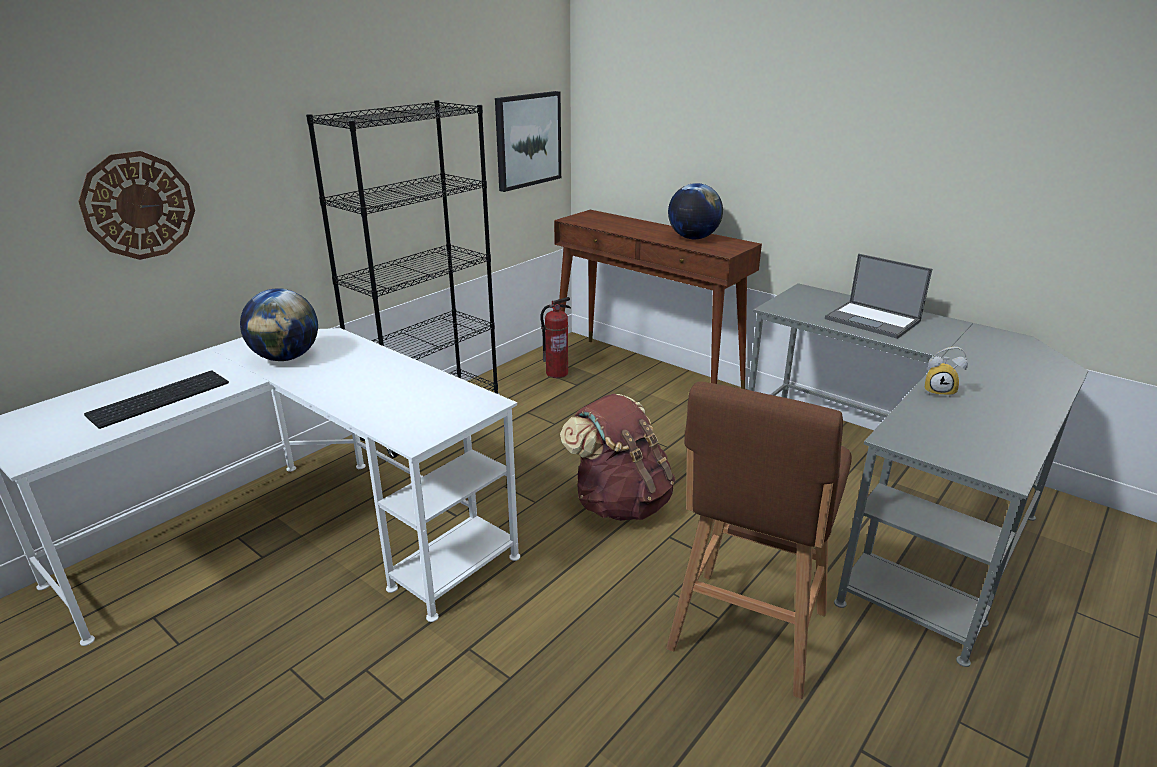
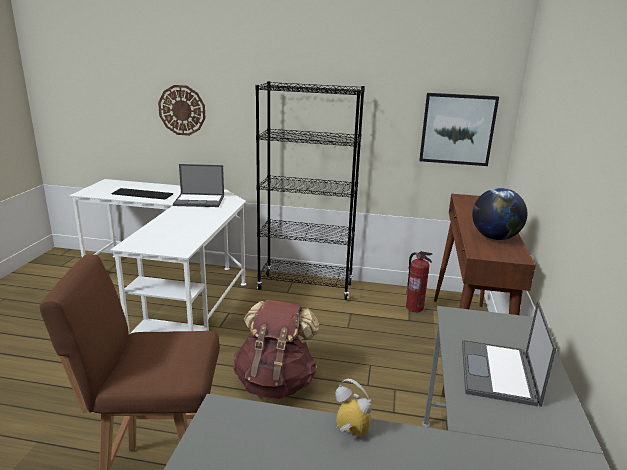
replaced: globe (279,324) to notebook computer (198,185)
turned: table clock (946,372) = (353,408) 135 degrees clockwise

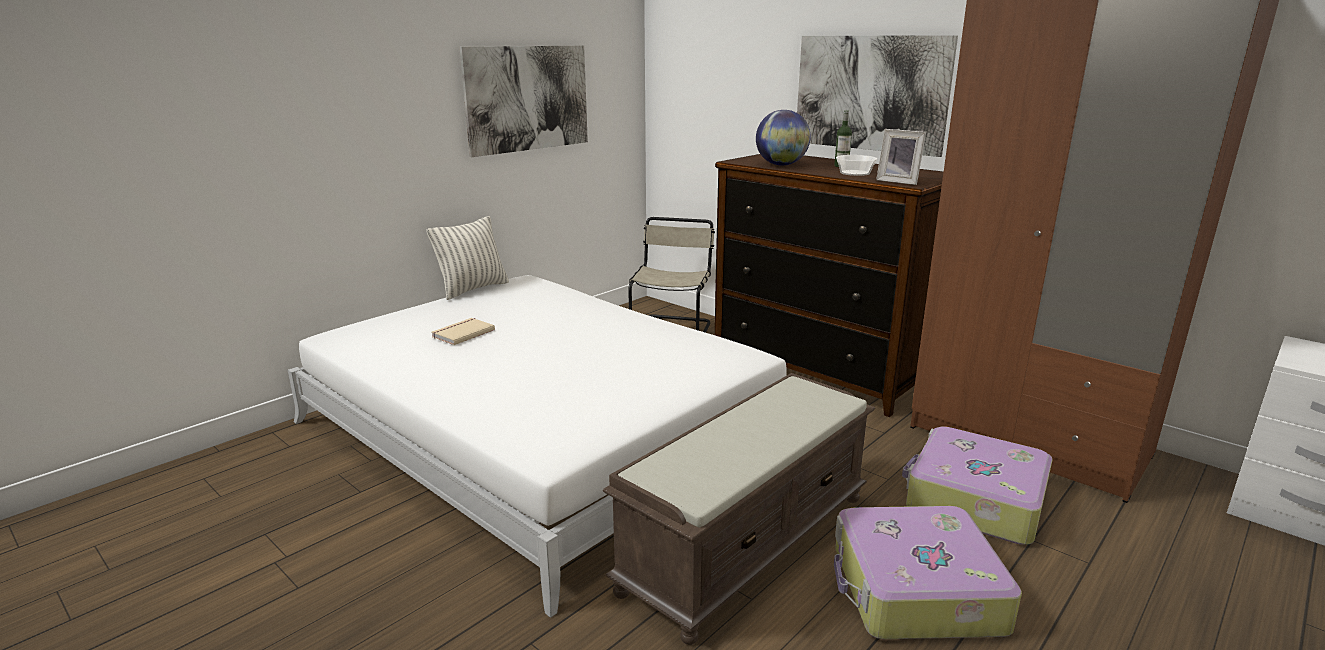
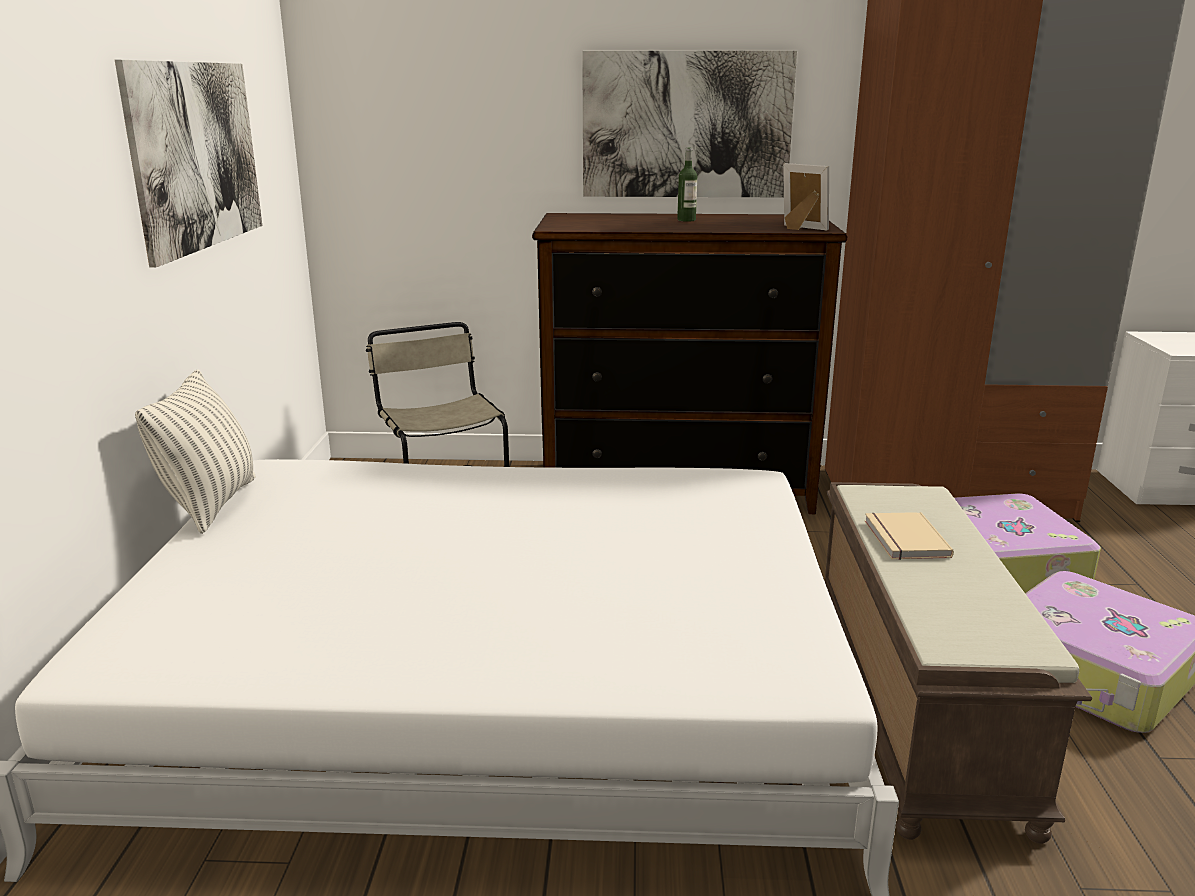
removed: globe (783,138); deep dish (856,165)
moved: beige-coloured book (463,331) to (909,536)
turned: standing frame (901,157) = (806,196) 135 degrees counterclockwise

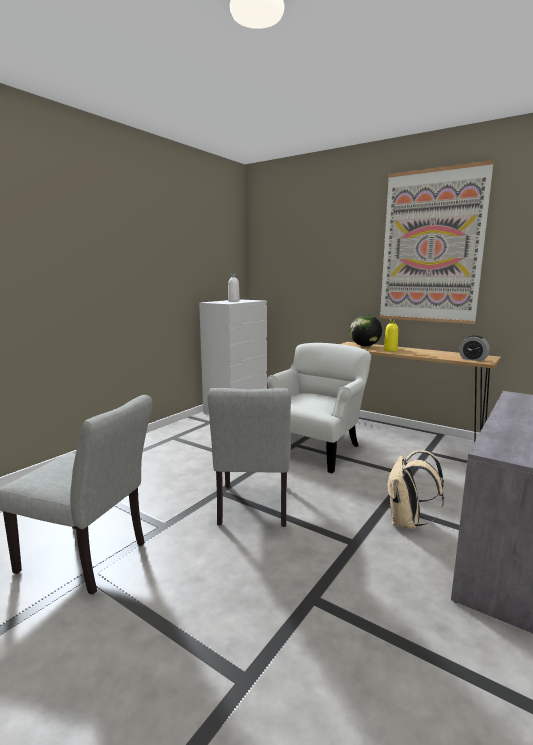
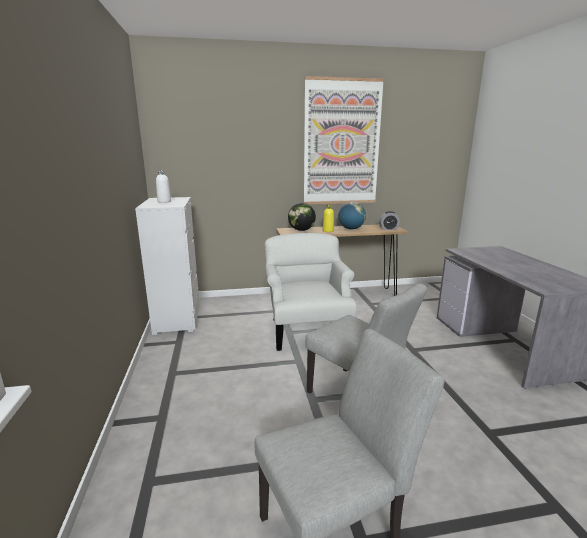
removed: beige-coloured rucksack (415,489)
added: globe (352,216)

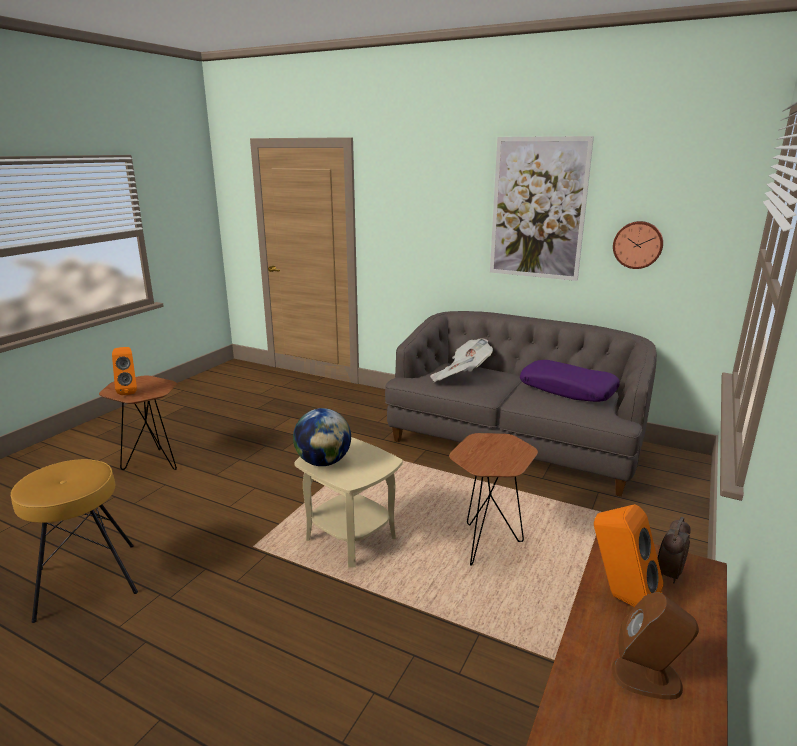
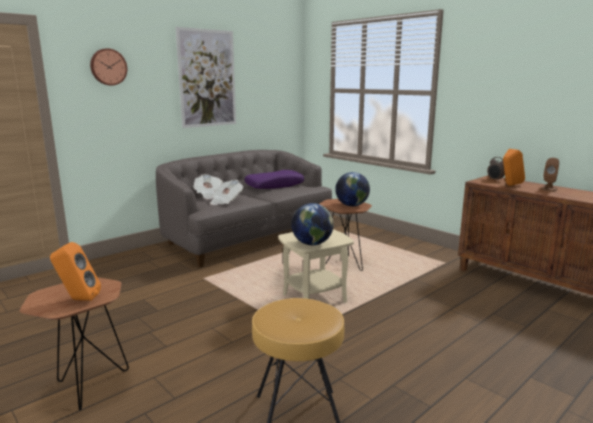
added: globe (352,189)
moved: hanging clock (638,245) to (108,67)

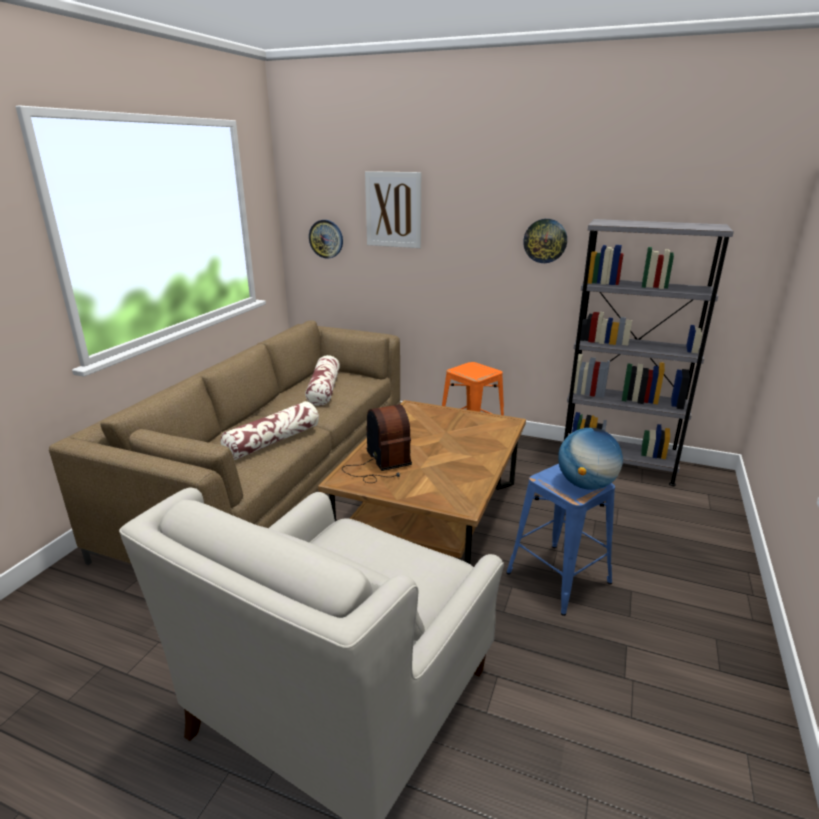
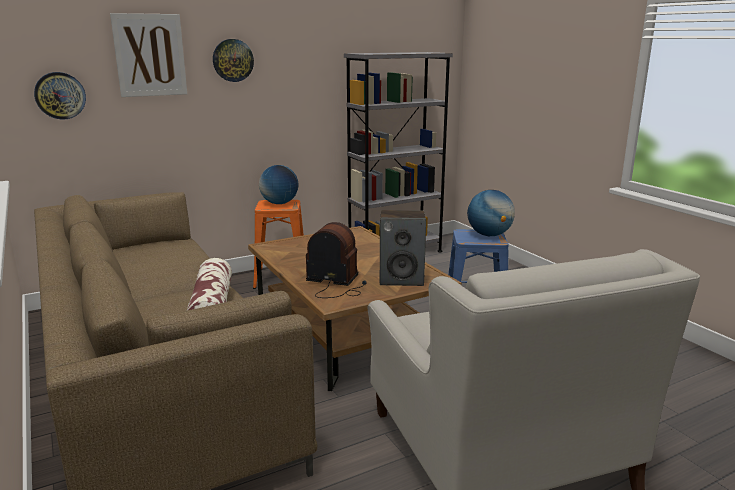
removed: pillow (322,380)
added: globe (278,184); loudspeaker (403,248)
moved: hanging clock (545,241) to (233,60)

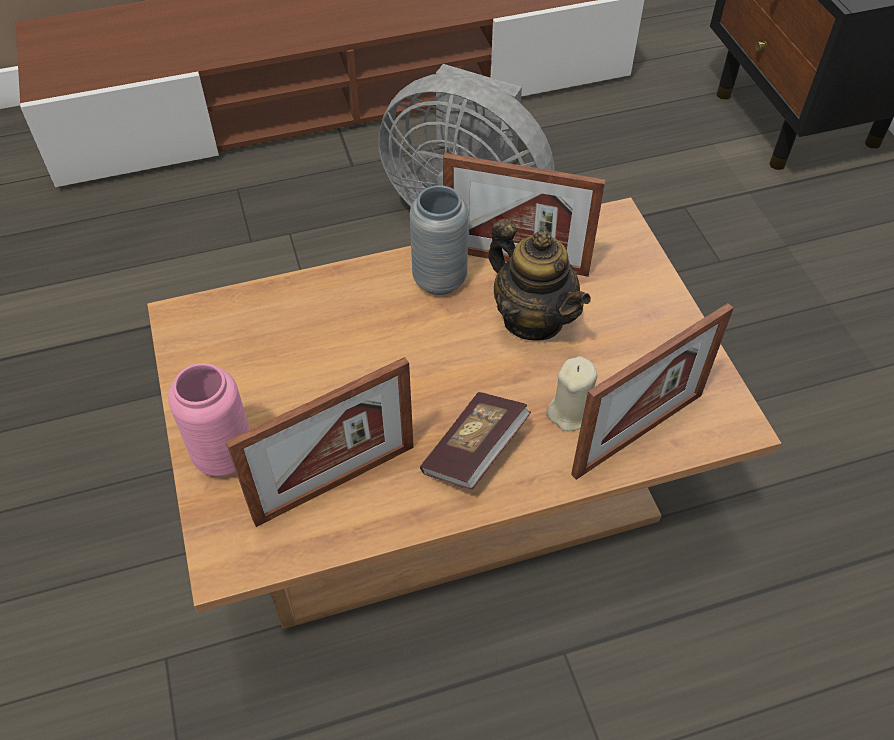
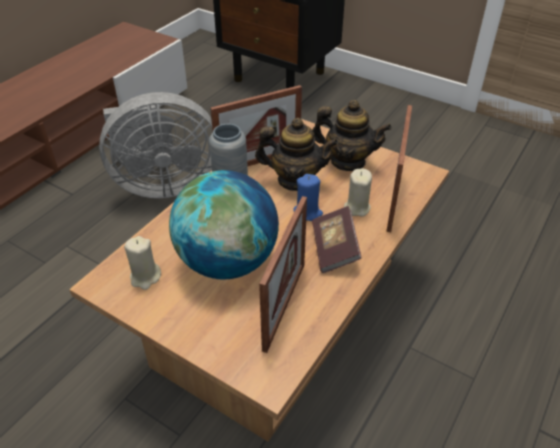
removed: pinkish flower vase (209,420)
added: pot for tea (352,135); globe (224,224); blue wax light (308,197); beige-coloured wax light (142,263)

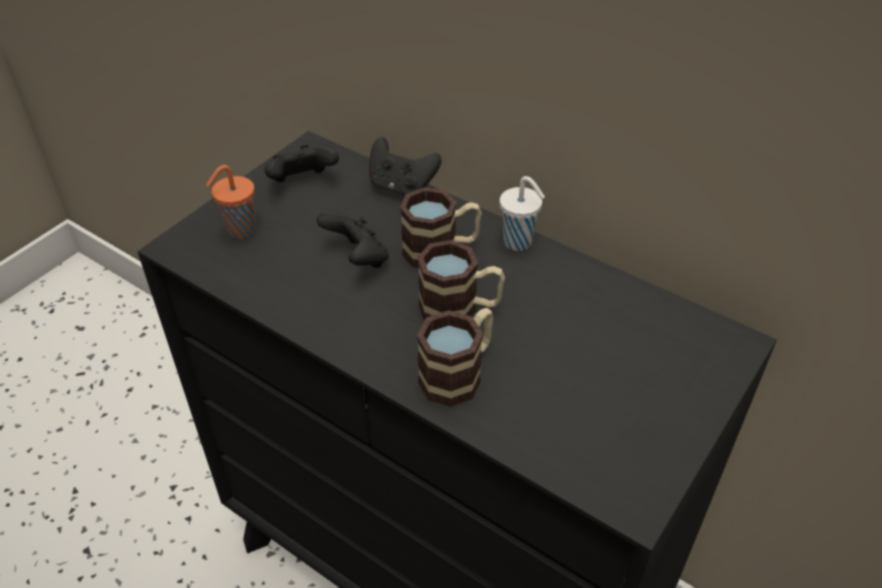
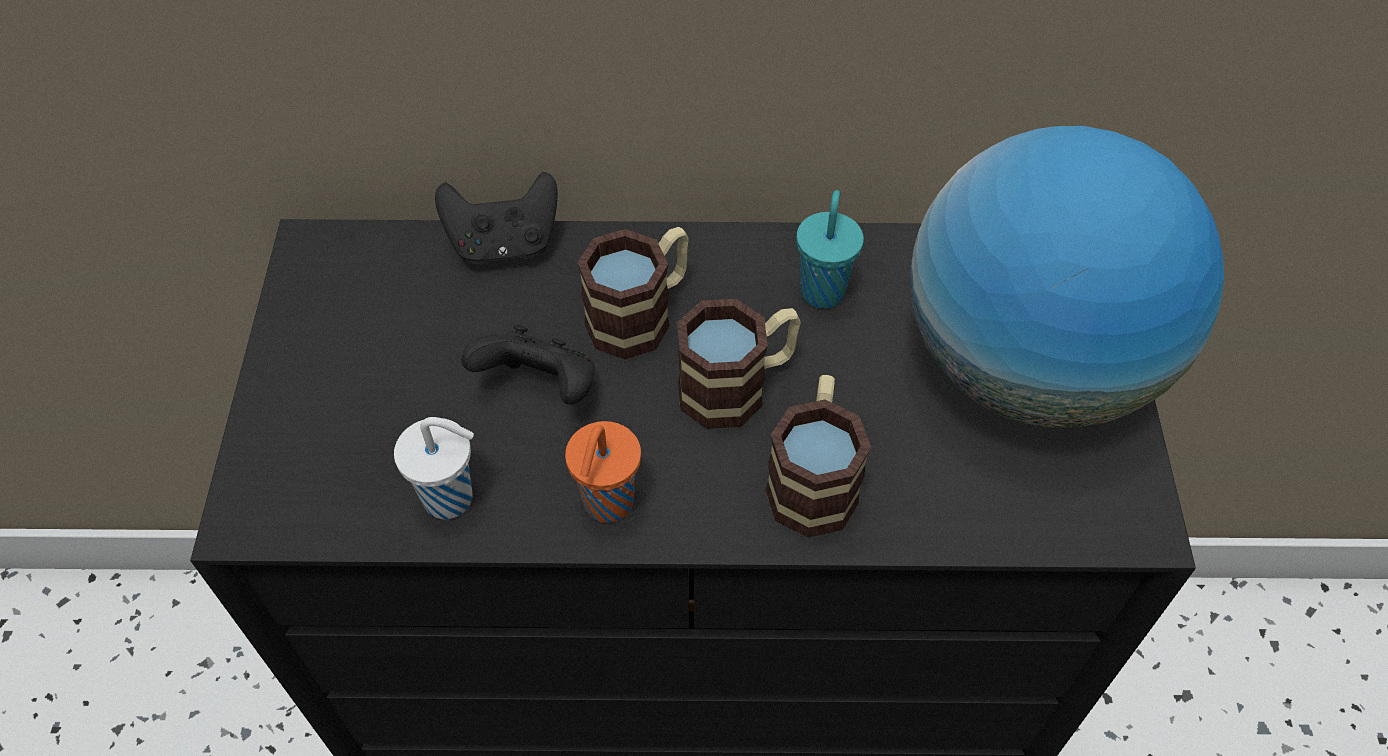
removed: black gamepad (301,163)
added: globe (1067,277); blue-green cup (830,249)
moved: orange-coloured cup (231,202) to (603,472); white cup (522,213) to (434,468)

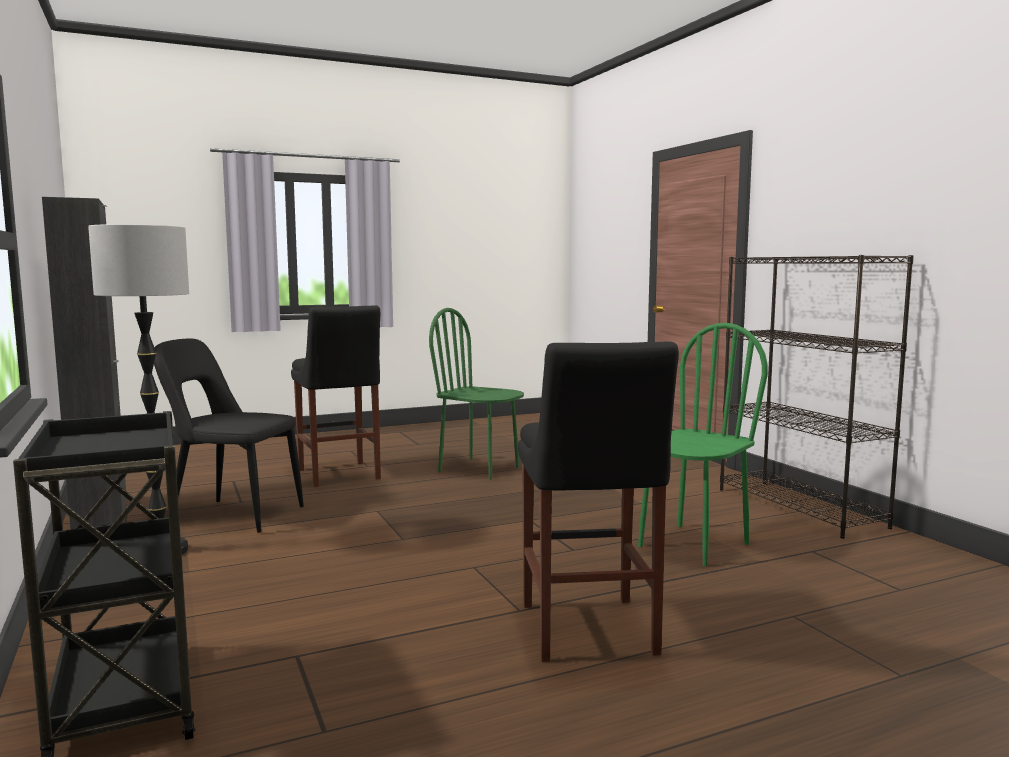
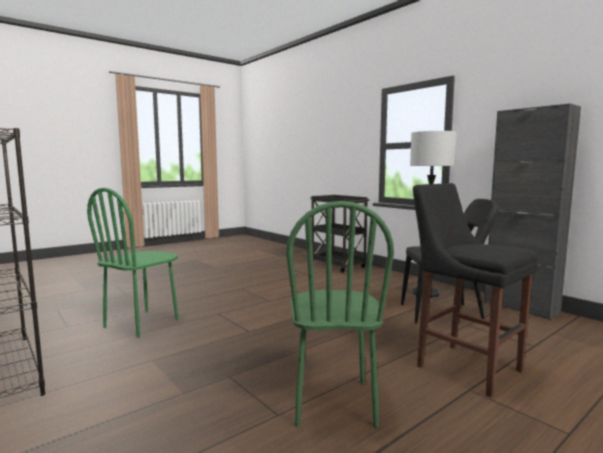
removed: black sitting stool (598,502)
turned: green-coloured plain chair (476,394) = (340,314) 75 degrees clockwise

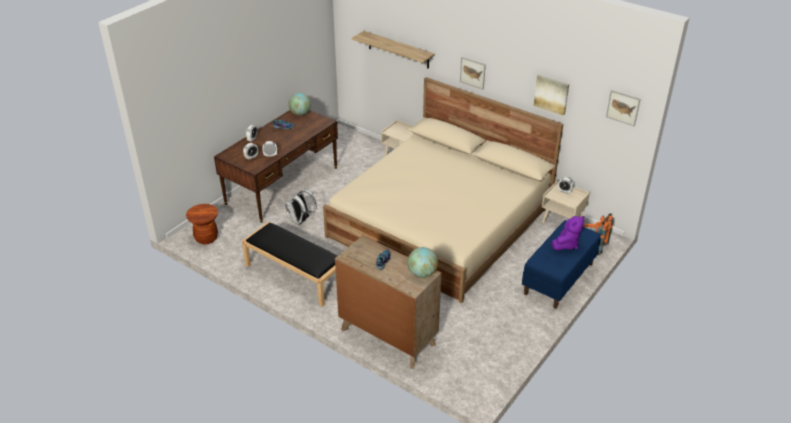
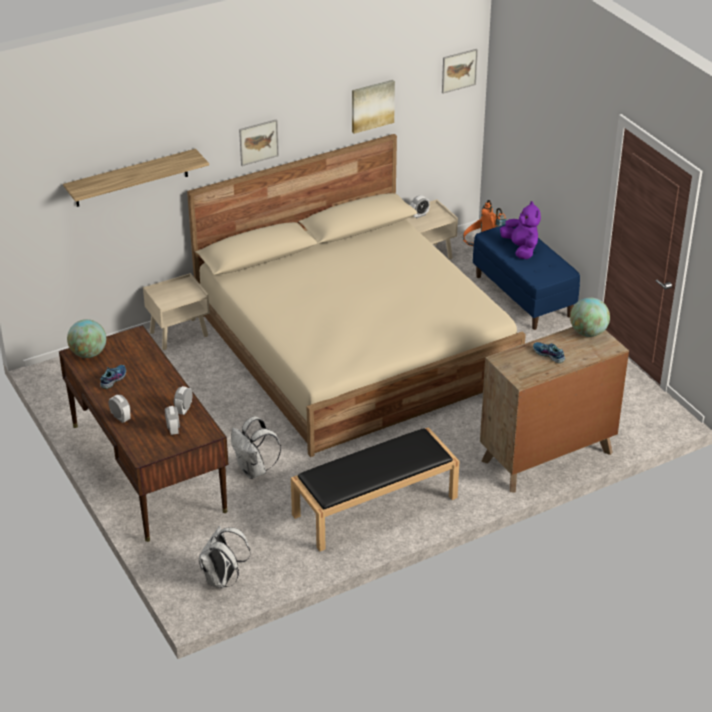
replaced: brown-coloured sitting stool (202,224) to white rucksack (225,557)

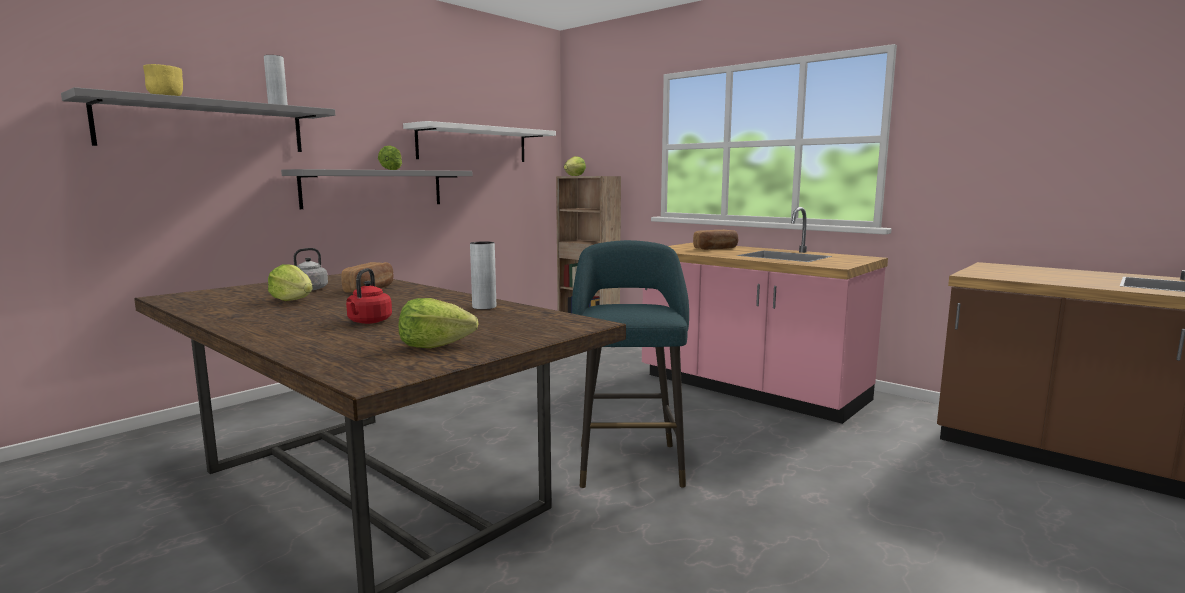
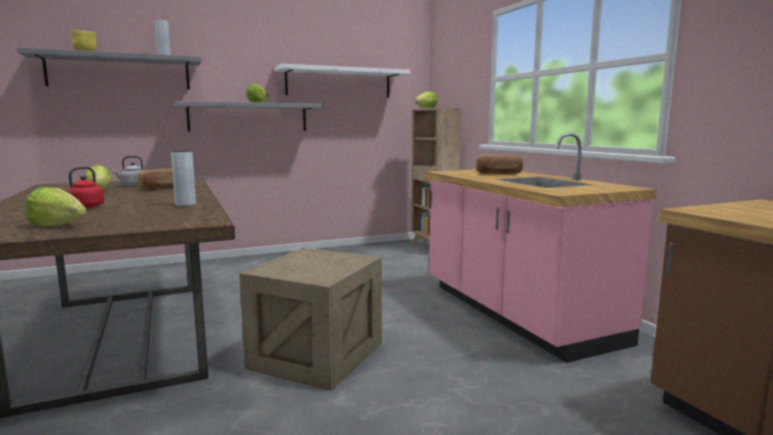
replaced: blue-green sitting stool (630,364) to shipping crate (310,319)

